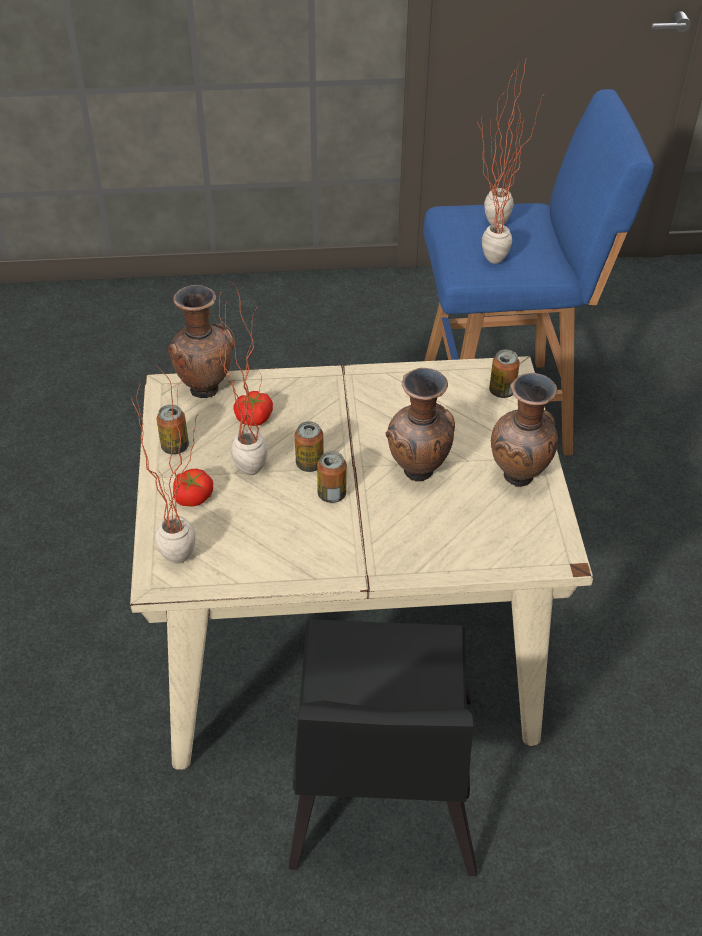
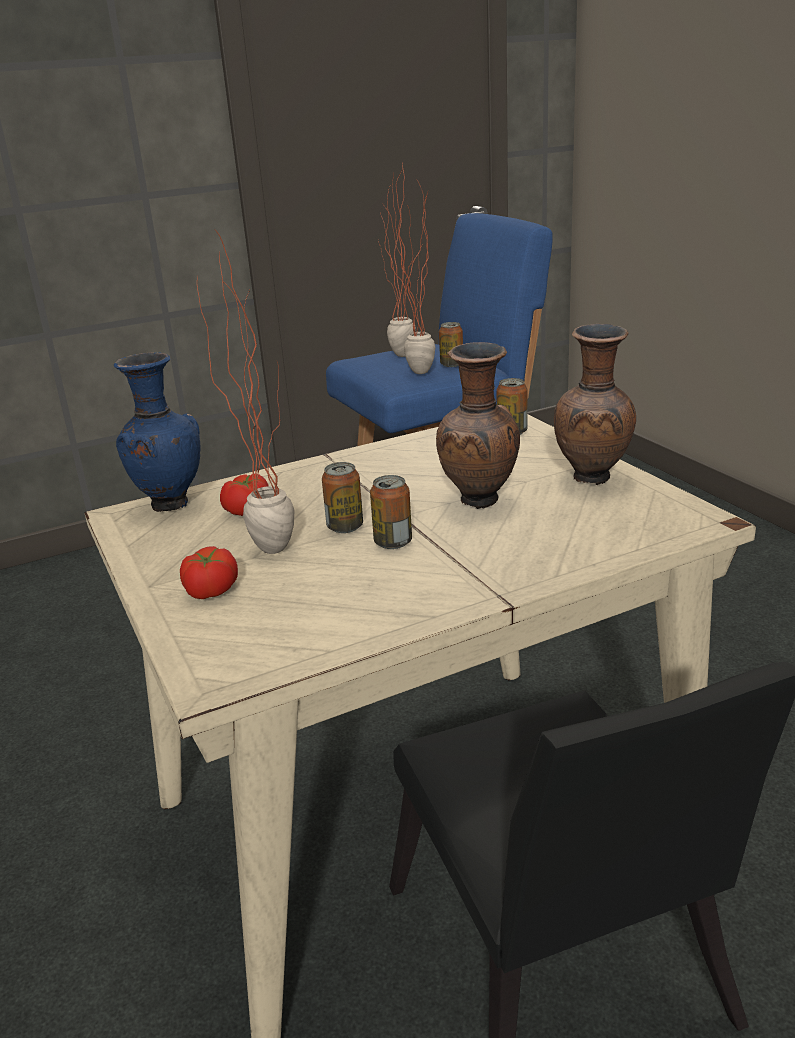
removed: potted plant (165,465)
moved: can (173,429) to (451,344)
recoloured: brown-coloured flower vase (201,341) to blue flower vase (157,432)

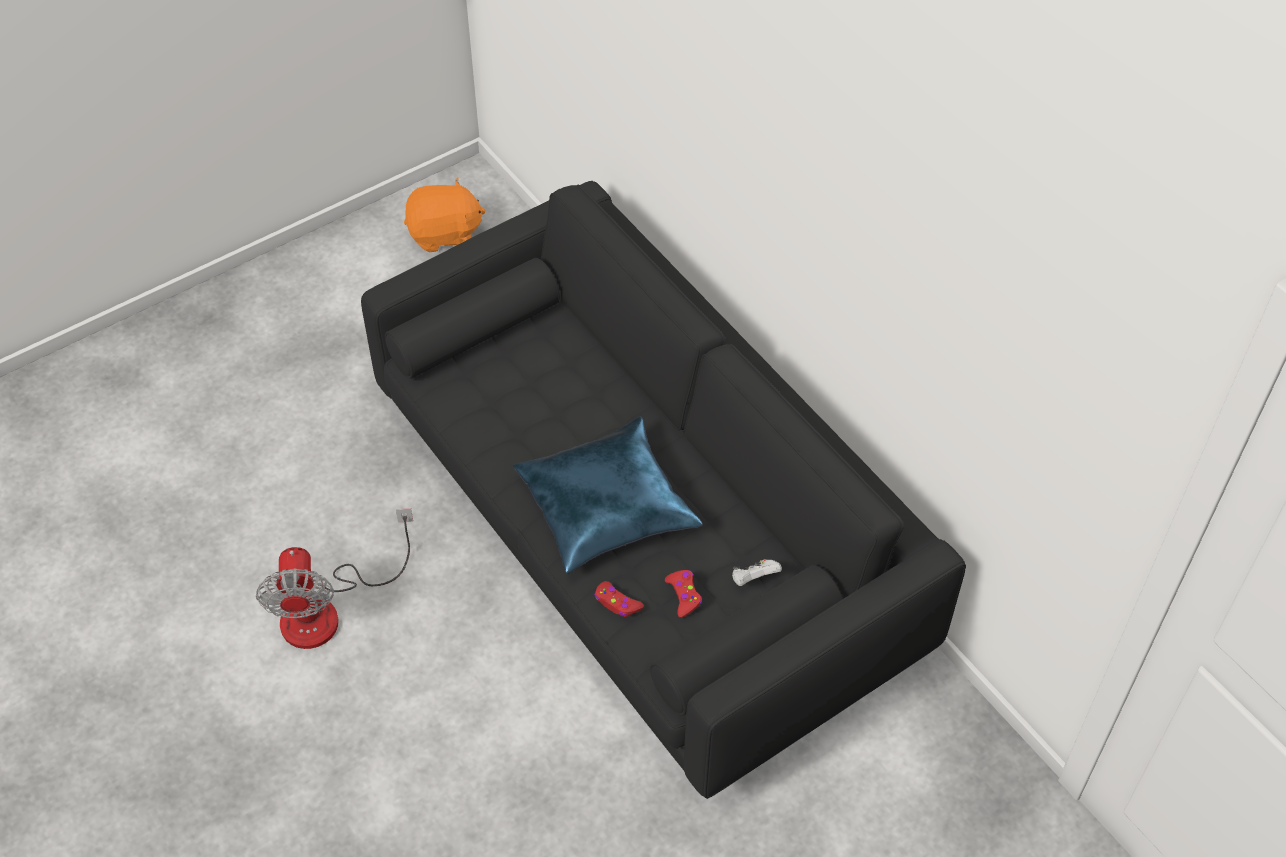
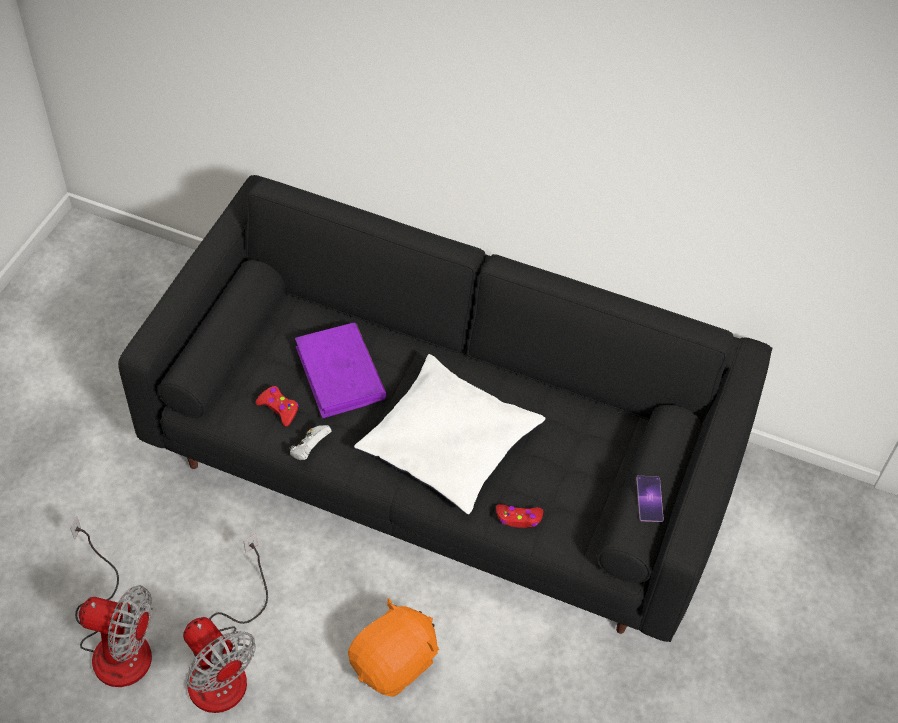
added: purplish book (341,370); telephone (650,499); fan (111,601)
moved: orange-coloured soft toy (445,214) to (393,647); white gamepad (757,572) to (311,442); red-coloured gamepad (683,594) to (277,406)
recoloured: blue pillow (608,495) to white pillow (450,434)

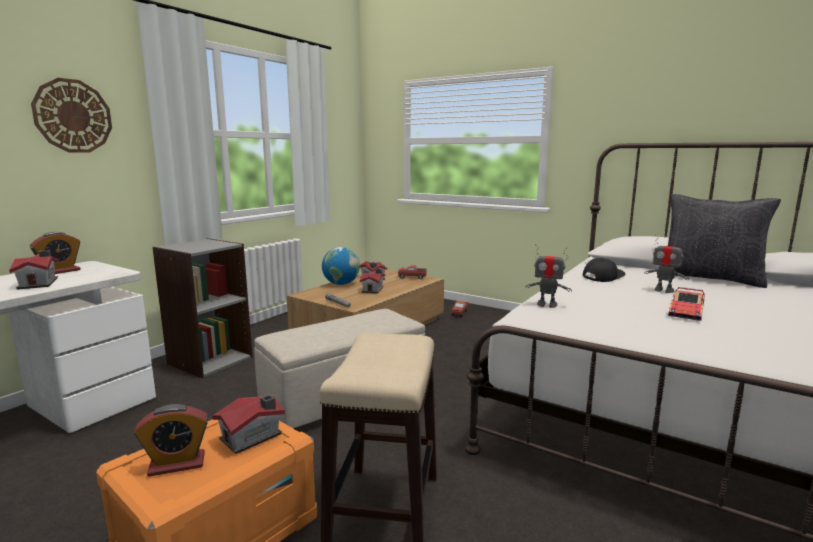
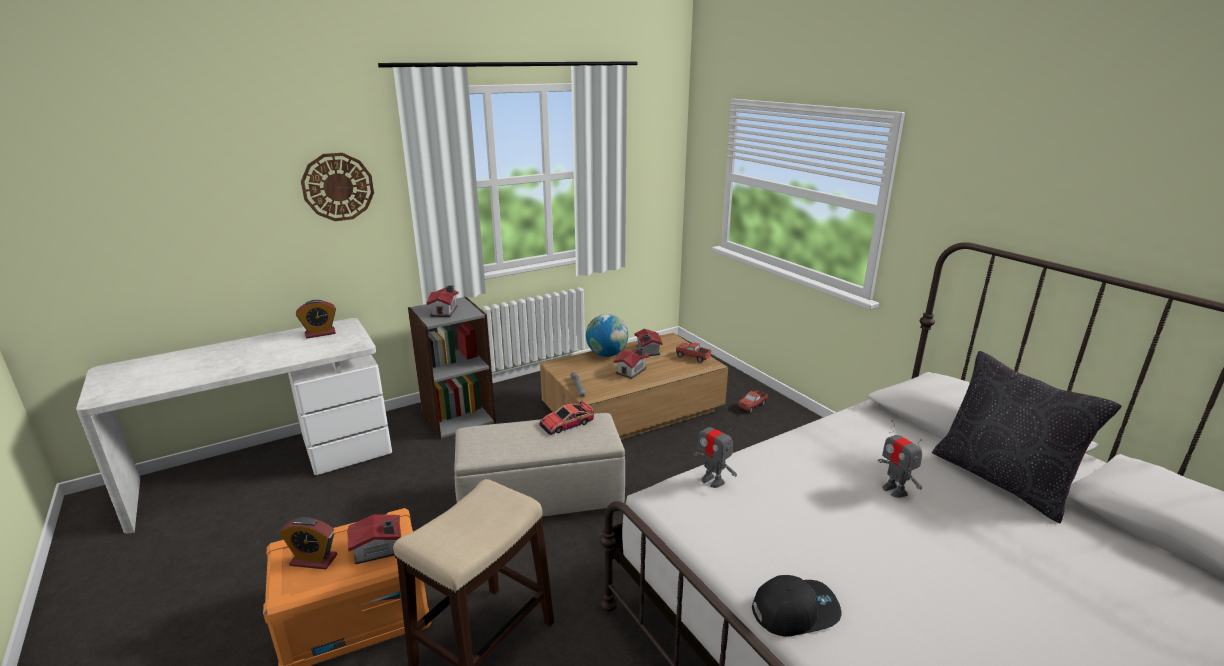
moved: toy house (33,270) to (443,301); black baseball cap (604,270) to (796,606); toy car (686,304) to (566,418)

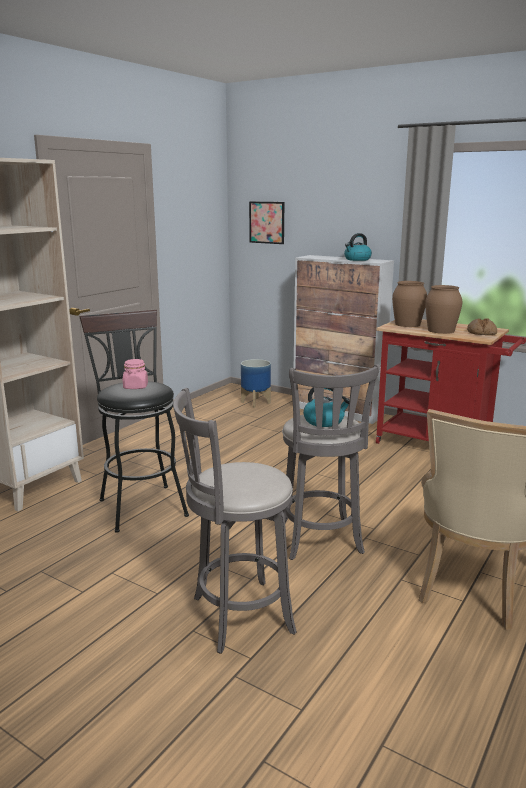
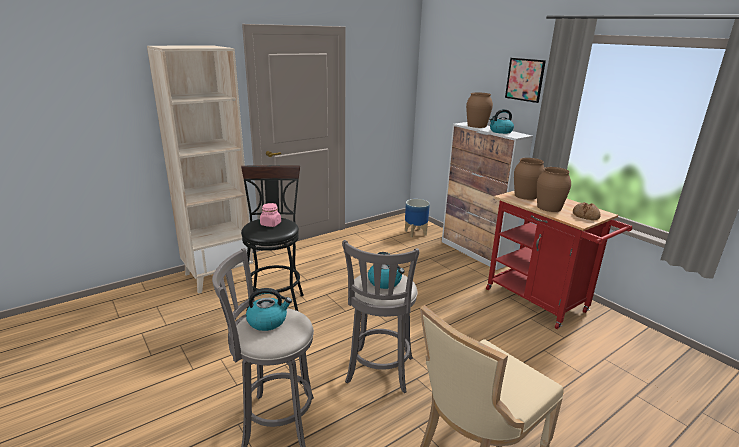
added: brown-coloured flower vase (479,110); water kettle (269,309)
moved: wall picture (266,223) to (525,80)

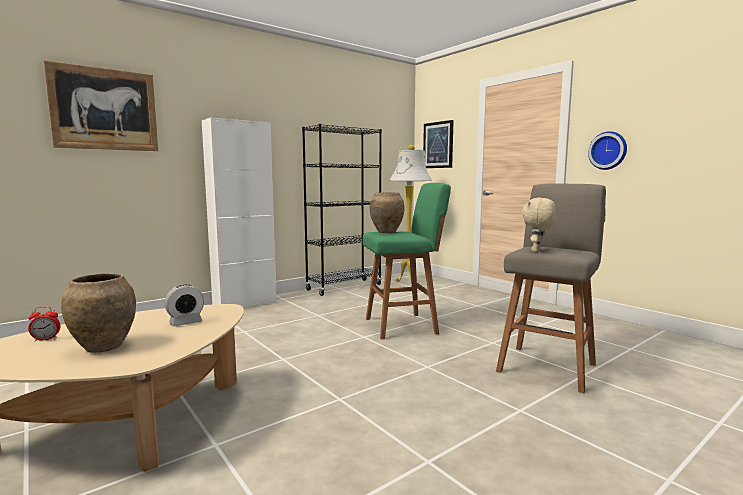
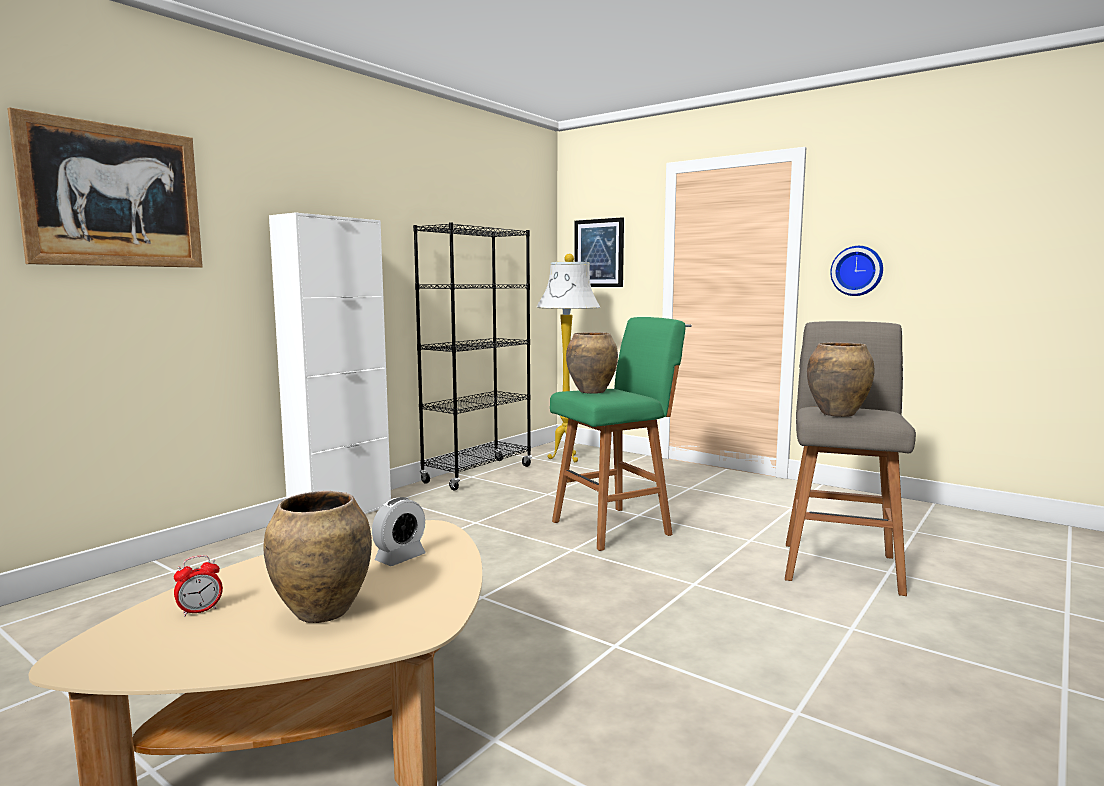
replaced: beige-coloured soft toy (539,225) to brown-coloured flower vase (841,379)

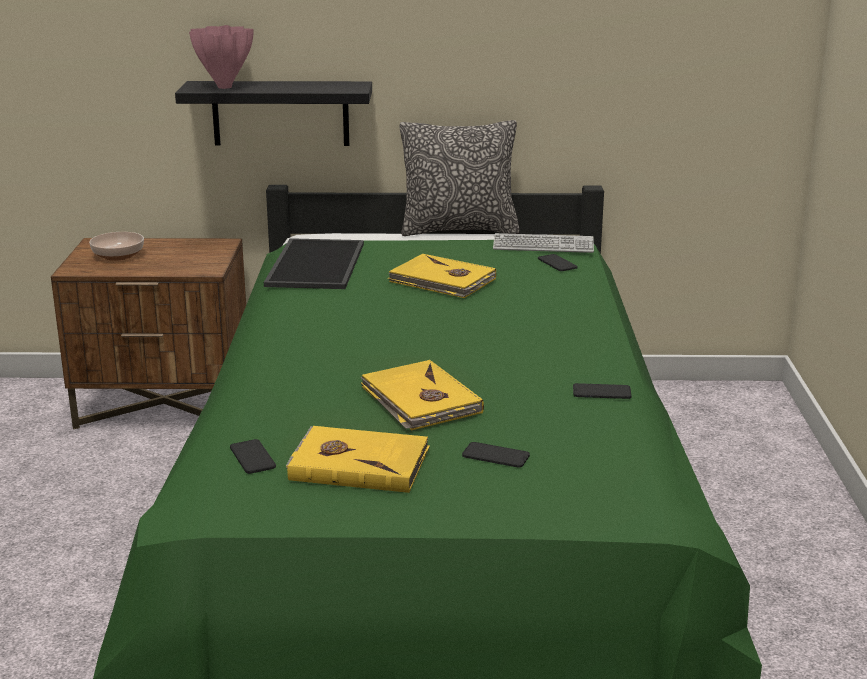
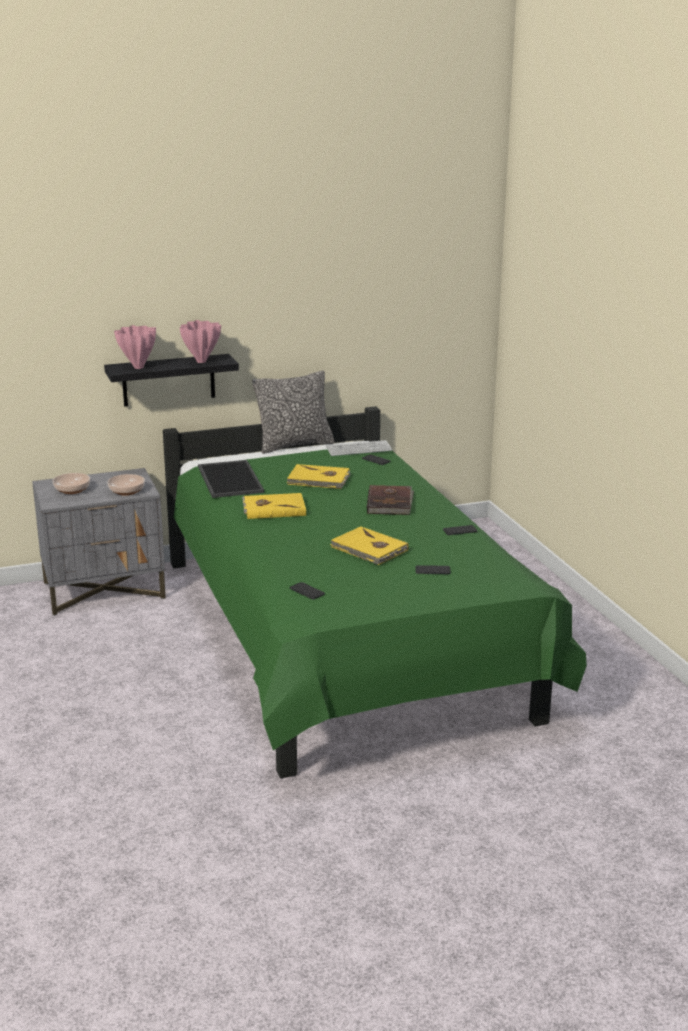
added: pinkish flower vase (200,341); deep dish (126,485); brown-coloured book (390,500)
moved: yellowish book (358,459) to (274,506)
recoloured: brown-coloured nightstand (148,333) to gray nightstand (99,542)

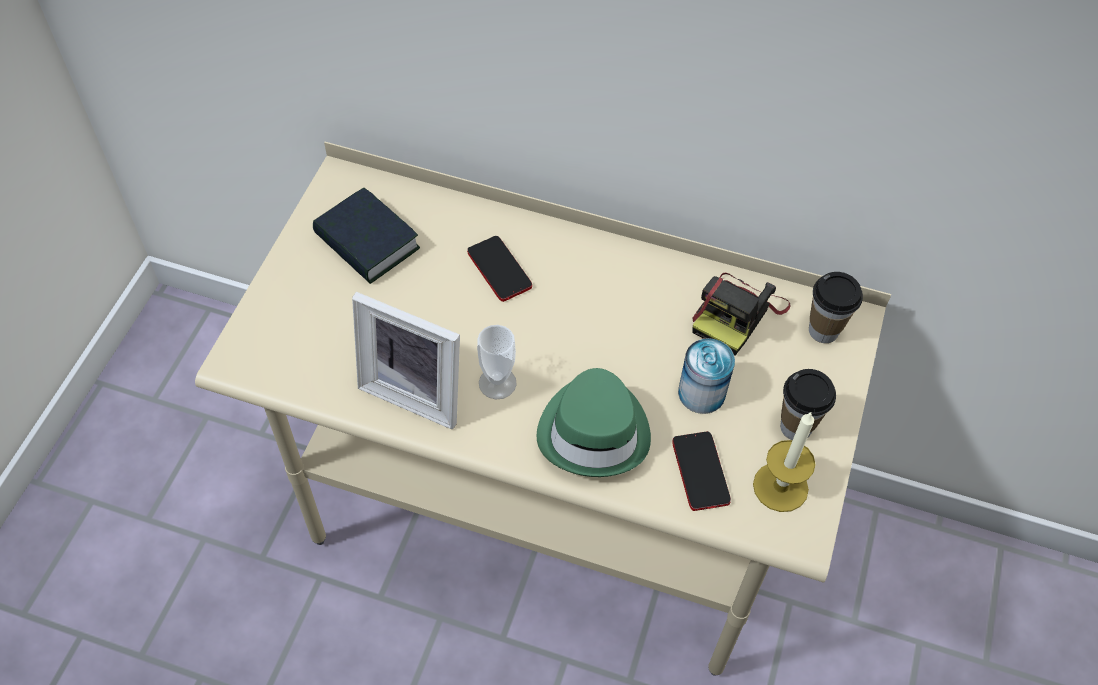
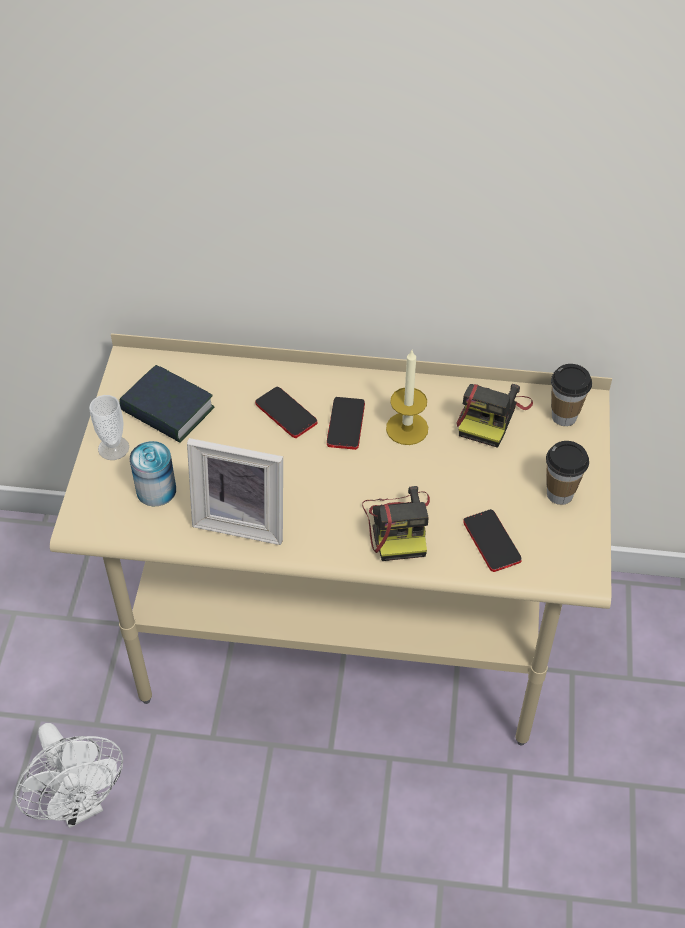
added: telephone (346,423); white fan (69,775)
moved: cup (497,362) to (109,427); can (706,376) to (153,473); wax light (784,462) to (407,397)
replaced: green-coloured clothing hat (594,422) to still camera (396,523)

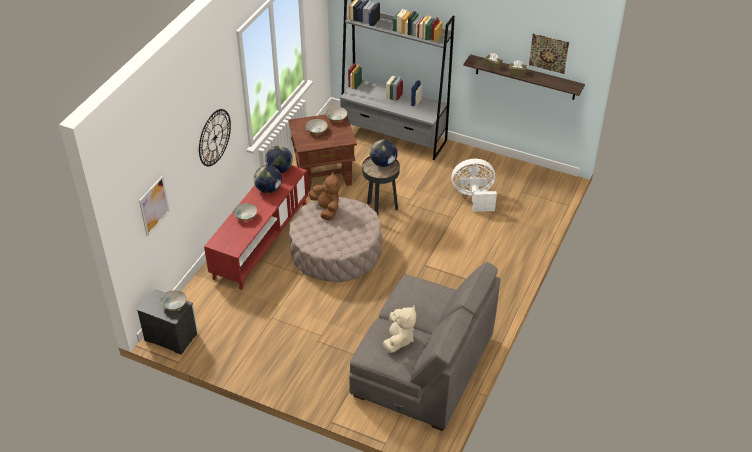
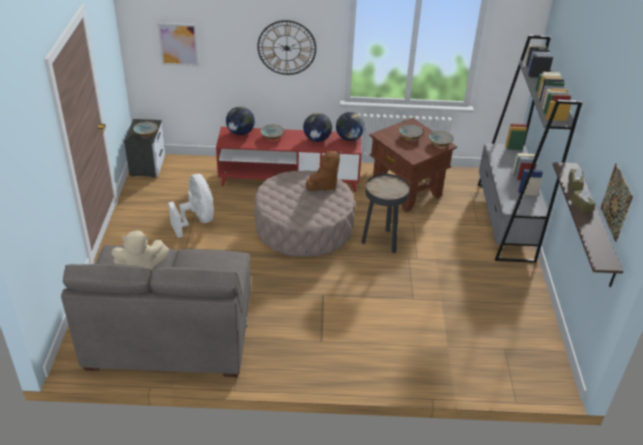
moved: globe (384,153) to (240,120); white fan (474,185) to (191,206)

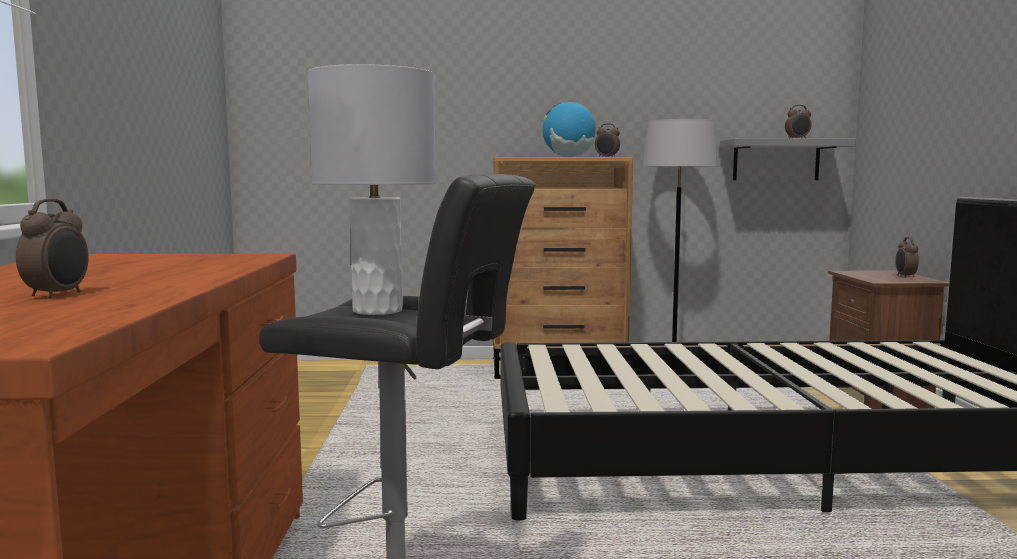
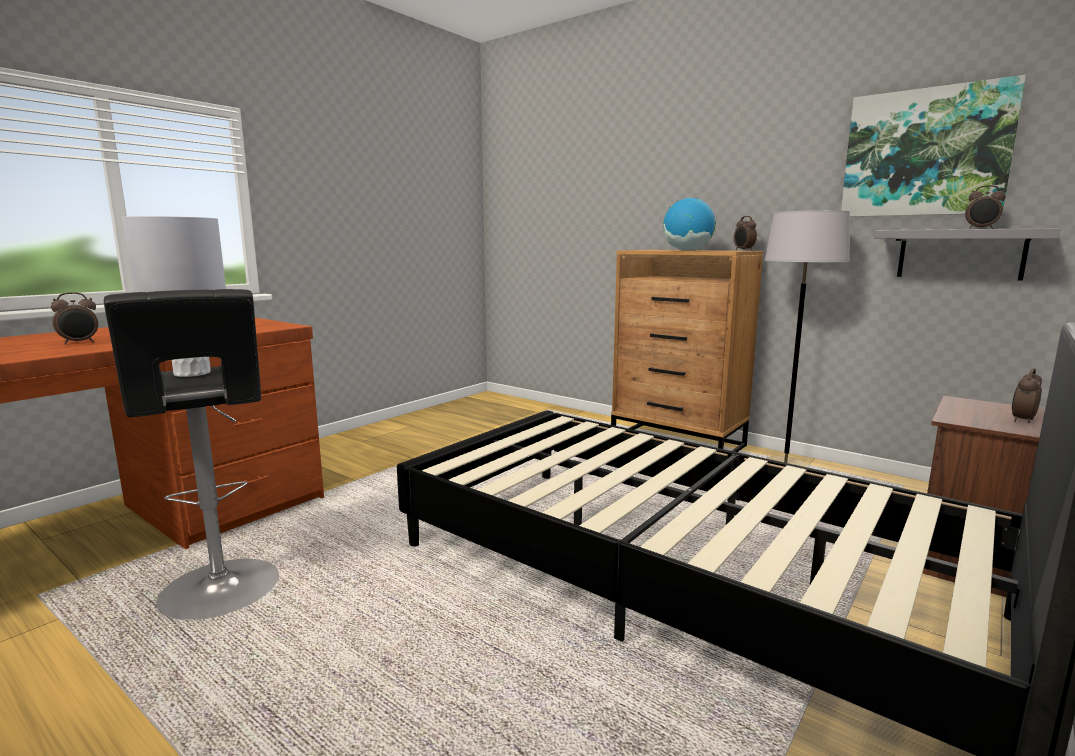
added: wall picture (933,146)

